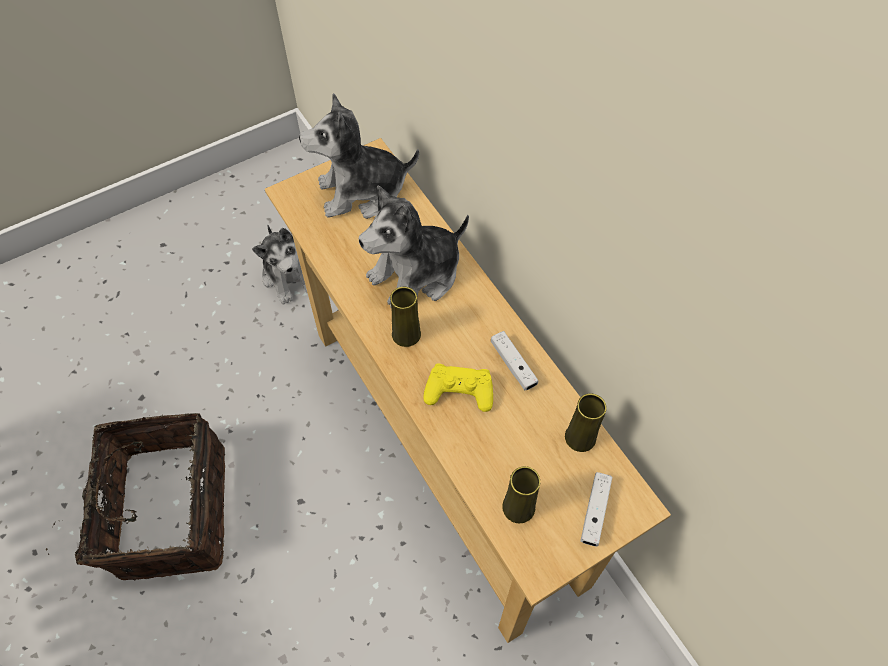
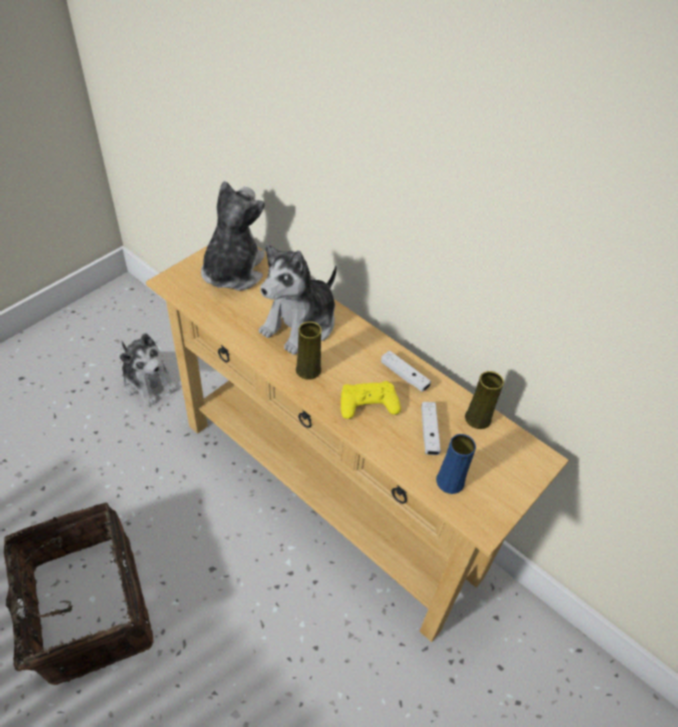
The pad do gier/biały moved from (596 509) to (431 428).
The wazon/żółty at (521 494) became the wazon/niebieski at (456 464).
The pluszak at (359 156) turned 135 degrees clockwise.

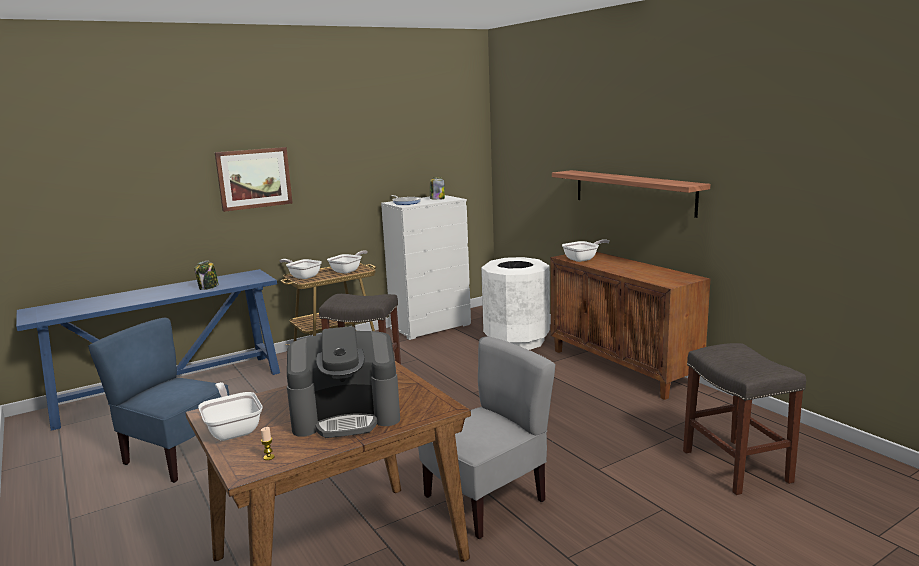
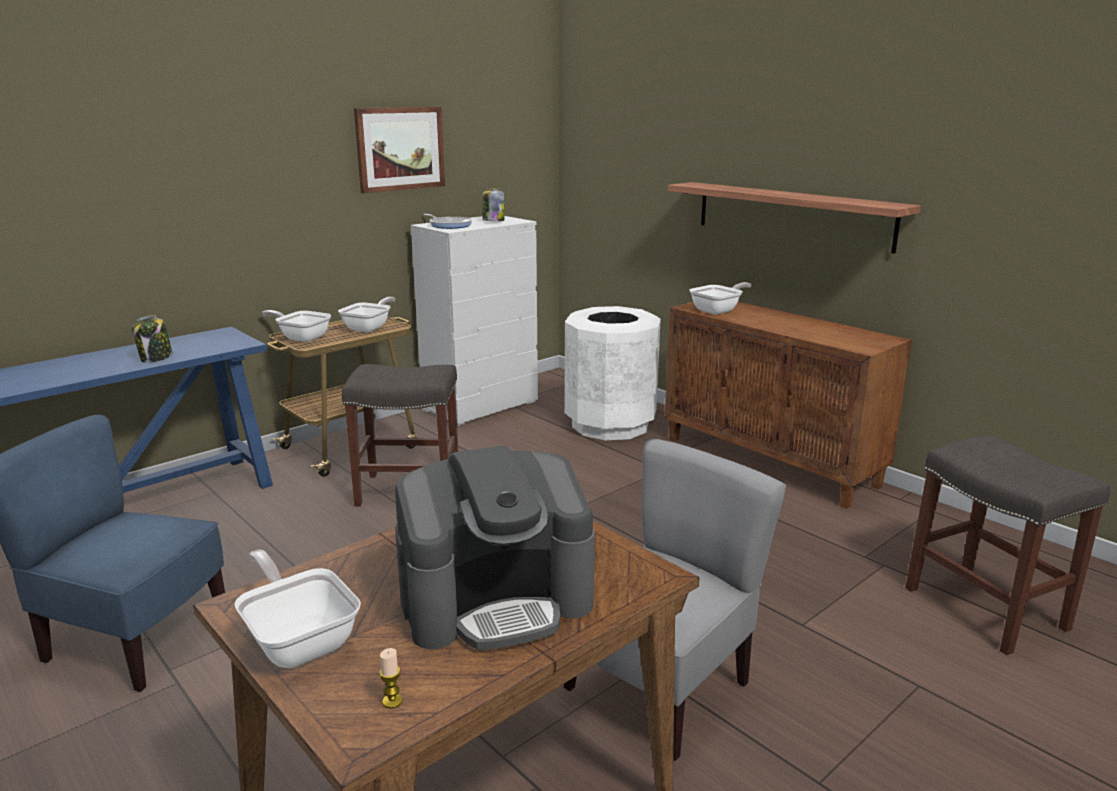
The obraz moved from (254 179) to (399 150).

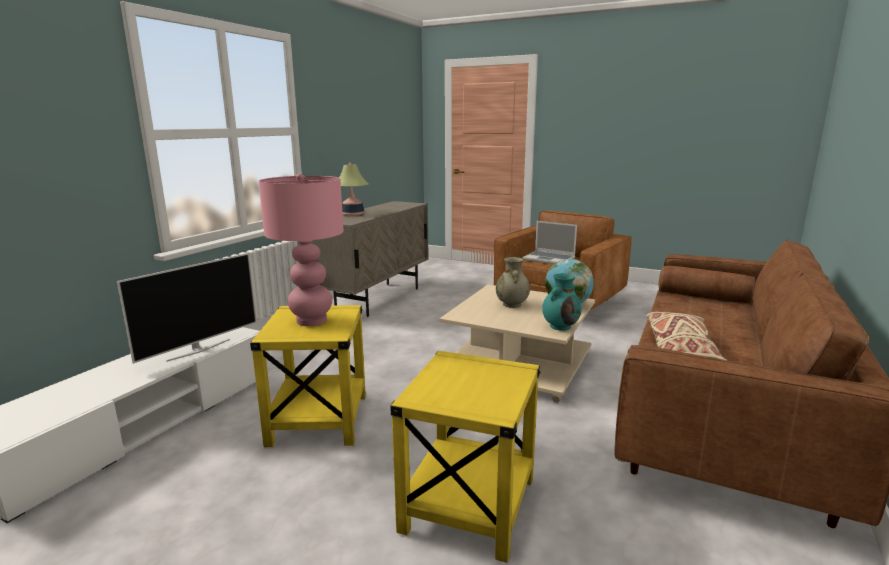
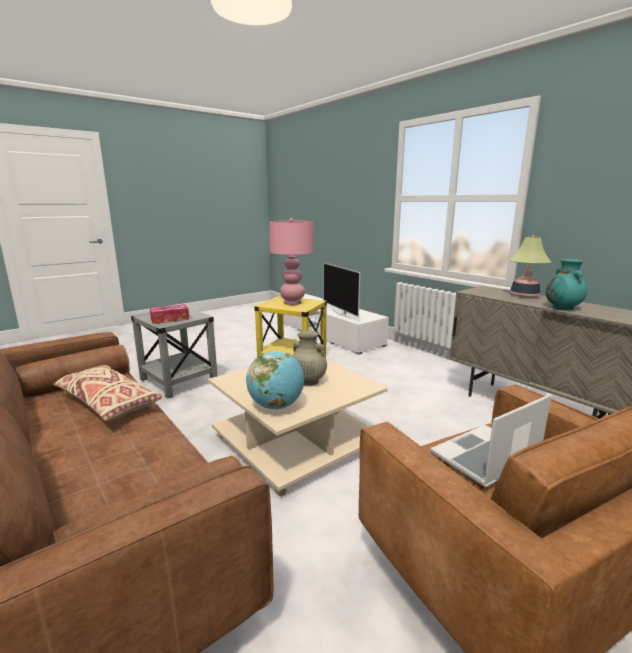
The pudełko chusteczek at (169 314) appeared.
The wazon/turkusowy moved from (562 302) to (566 285).
The stolik/żółty at (465 457) became the stolik/szary at (174 353).

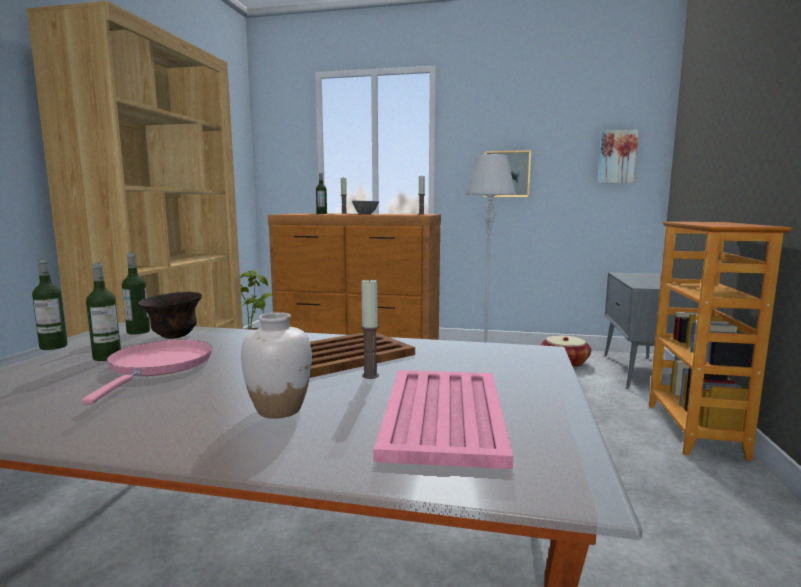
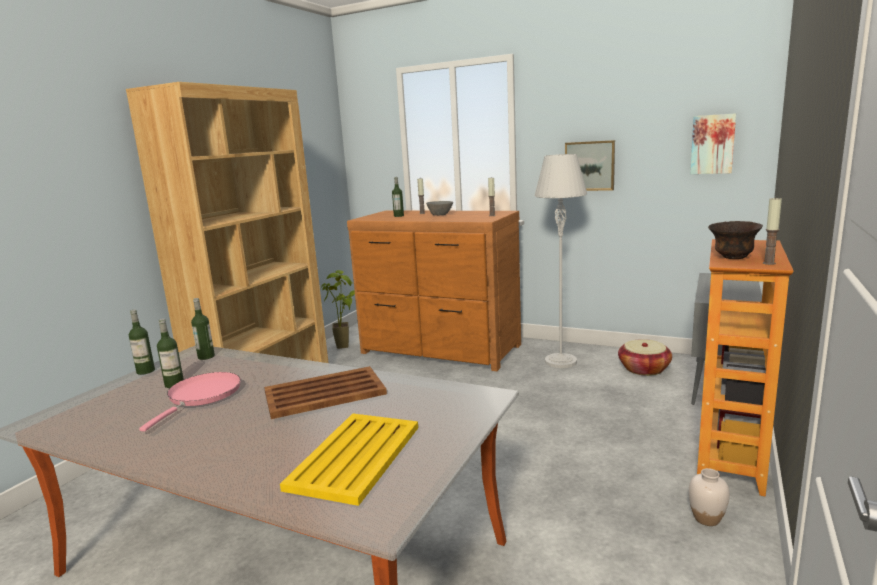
The miska/brązowy moved from (170 315) to (735 240).
The wazon/biały moved from (276 365) to (709 497).
The świeca moved from (370 328) to (772 231).
The taca/różowy at (443 419) became the taca/żółty at (349 459).

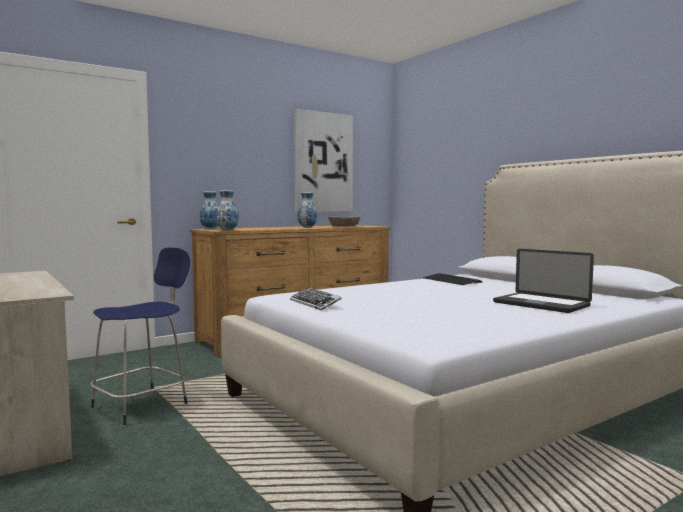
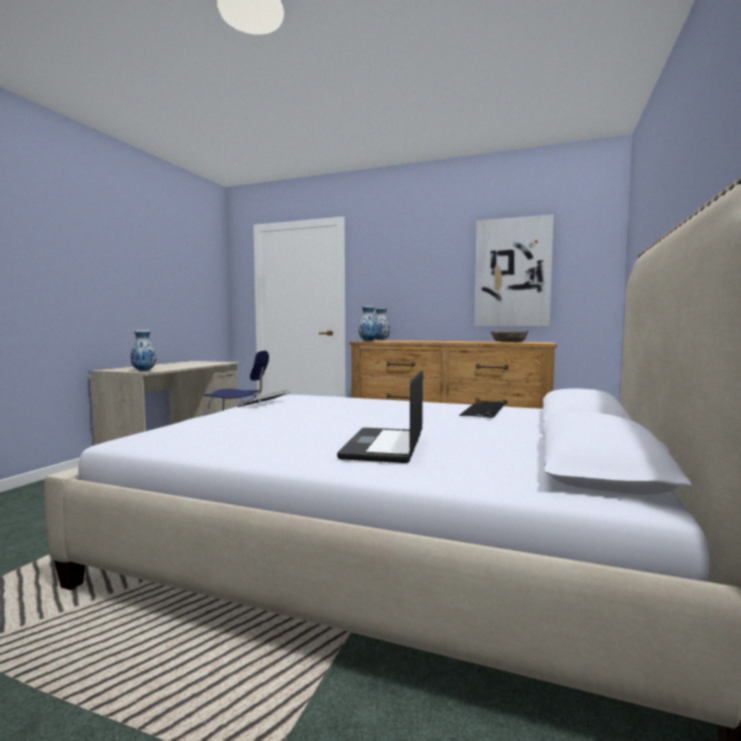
The wazon moved from (307 210) to (143 350).

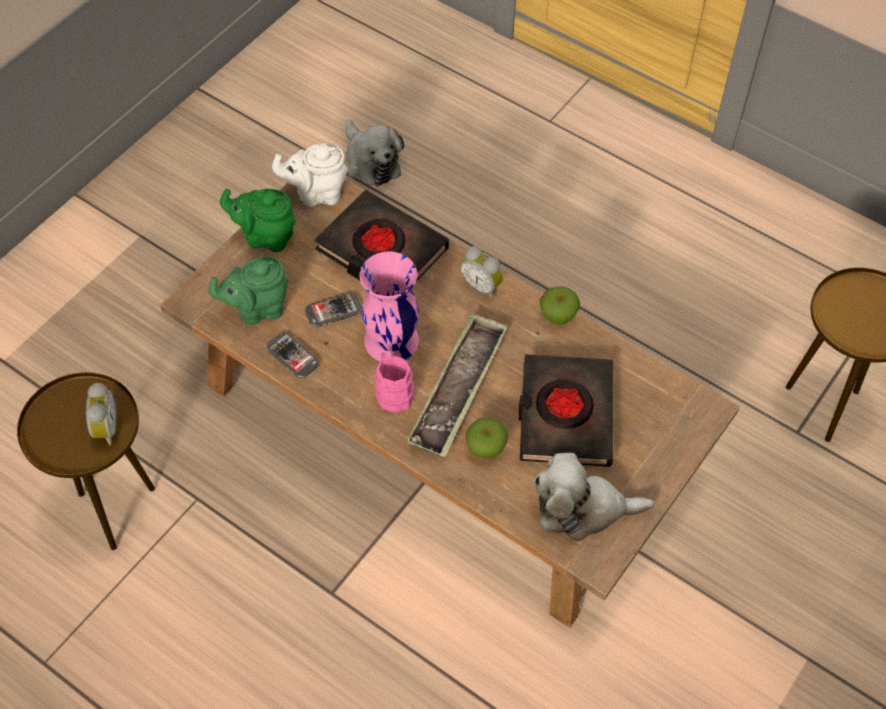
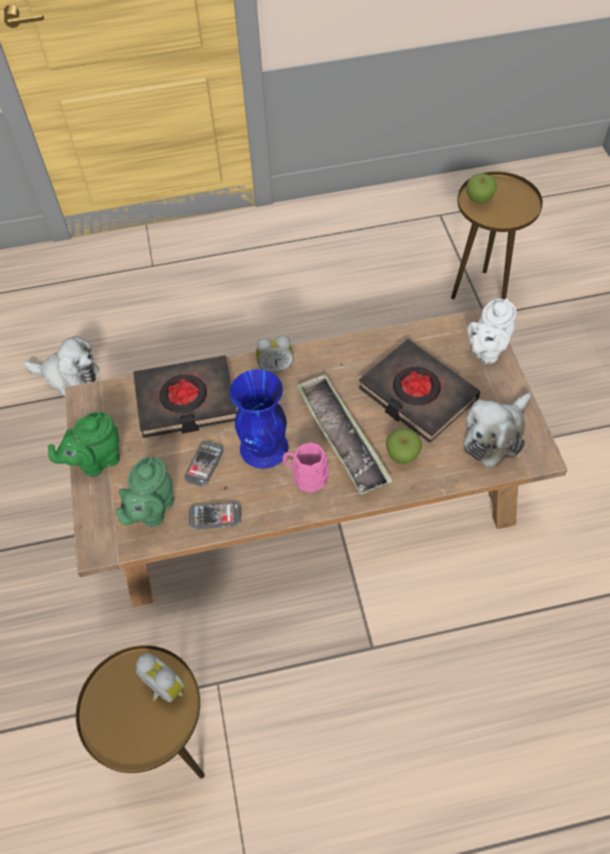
The imbryk/biały moved from (310 175) to (492 331).
The jabłko moved from (560 305) to (482 189).
The wazon/różowy at (389 306) became the wazon/niebieski at (259 419).

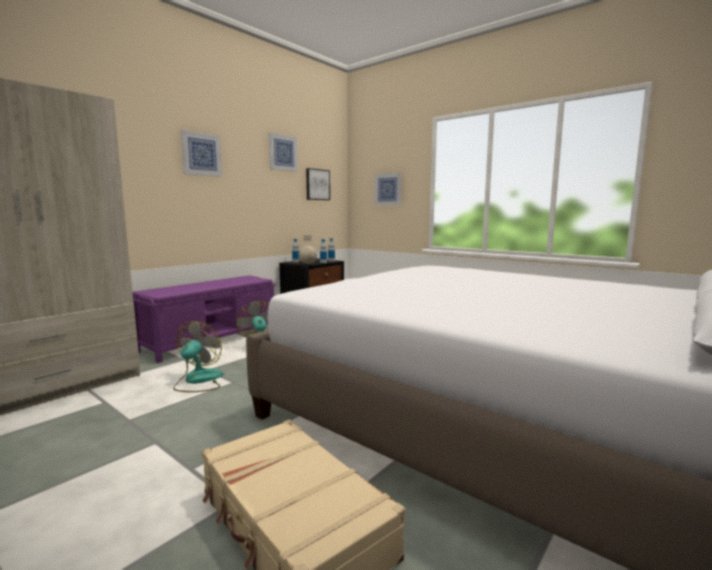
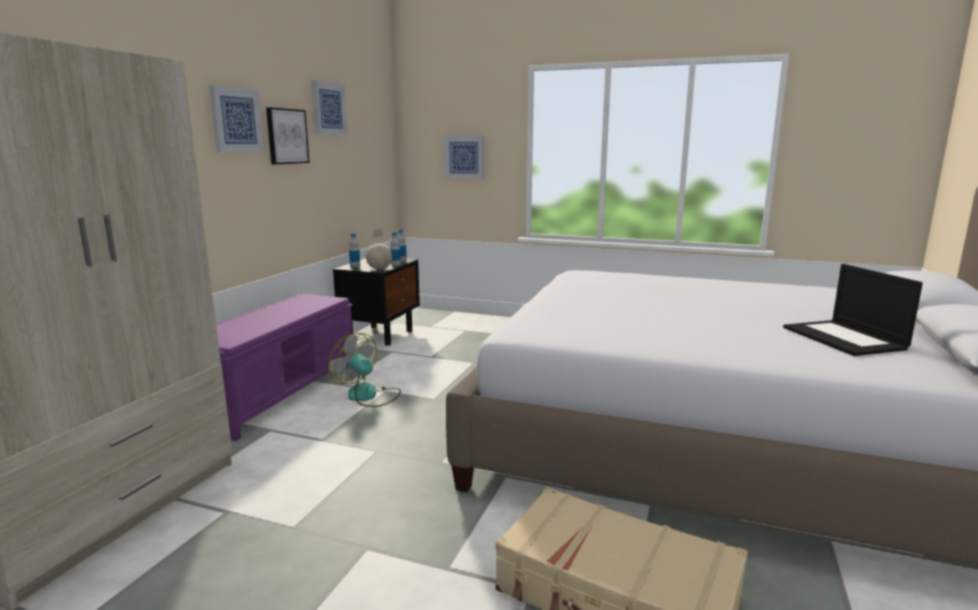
The wentylator at (198 356) disappeared.
The laptop at (853 310) appeared.
The obraz moved from (318 184) to (288 135).

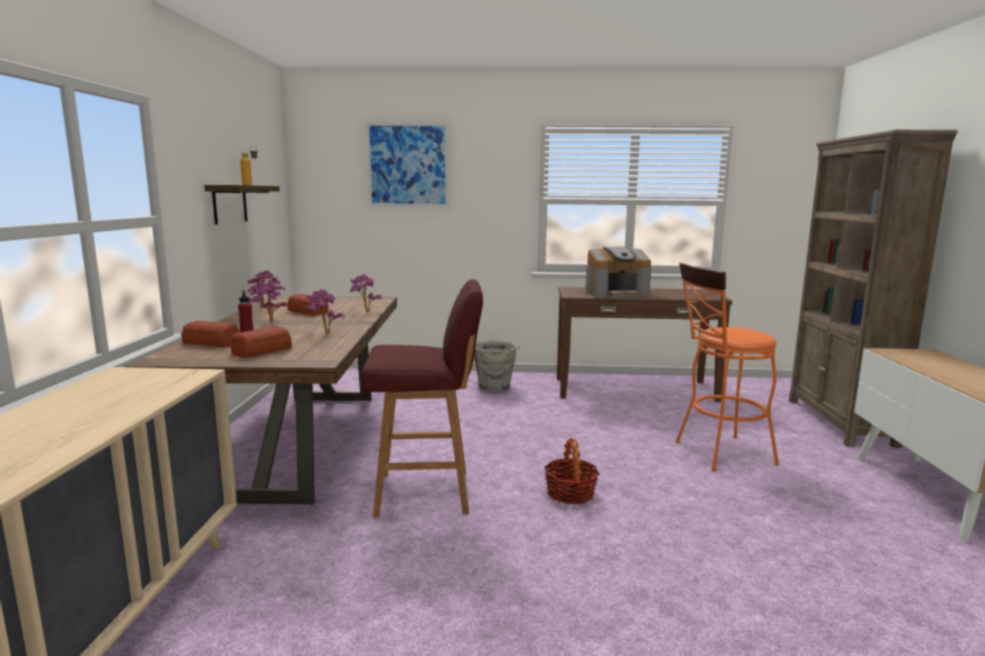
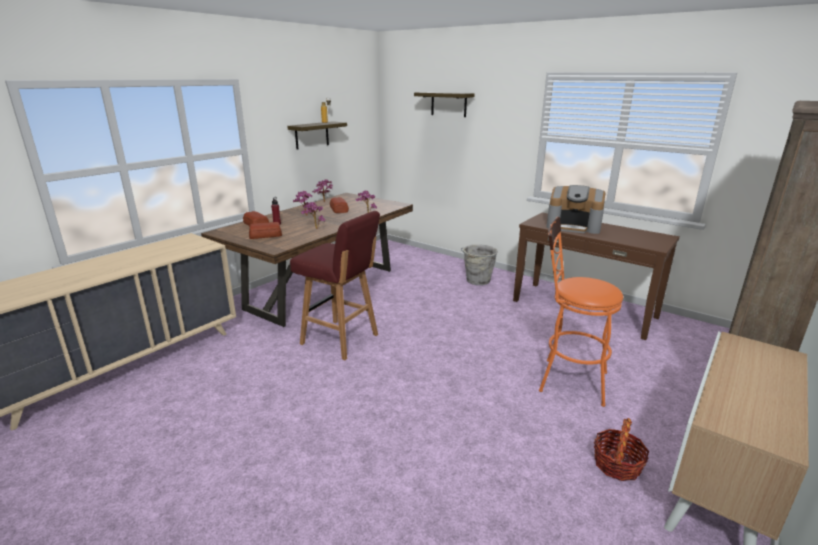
The koszyk moved from (572 471) to (621 449).
The obraz at (407 164) was replaced by the półka at (444 104).

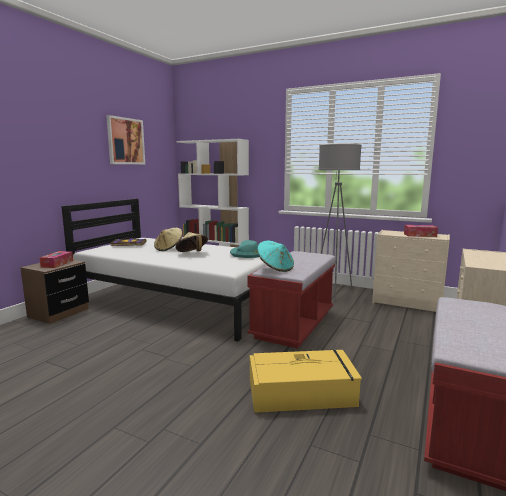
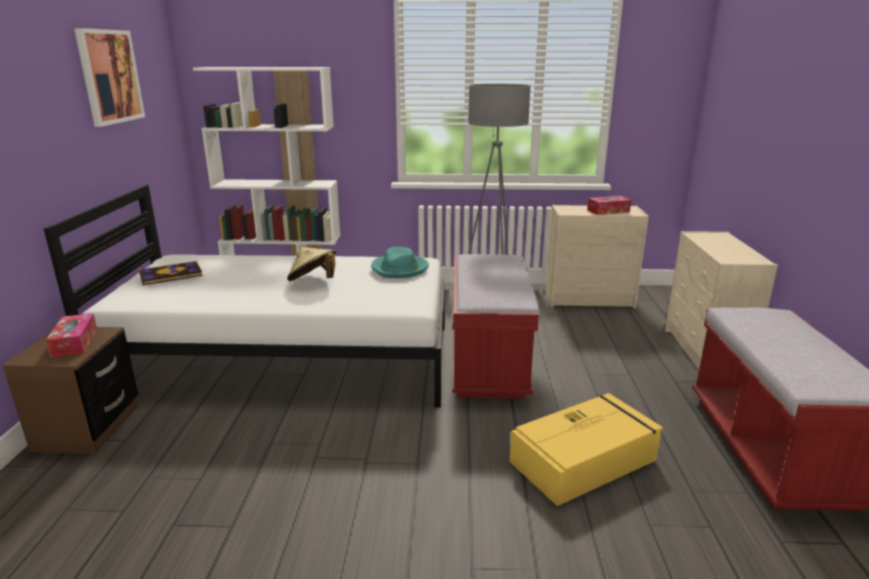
The kapelusz/beżowy at (168 239) disappeared.
The kapelusz/turkusowy at (275 256) disappeared.

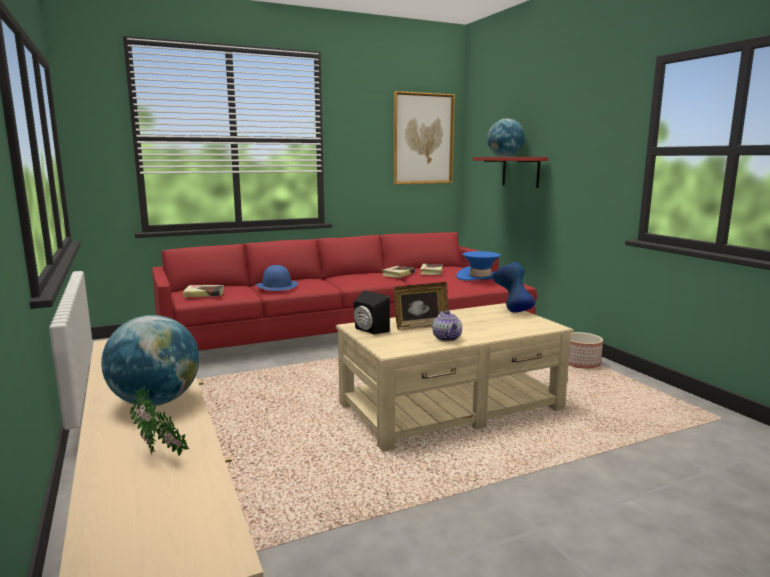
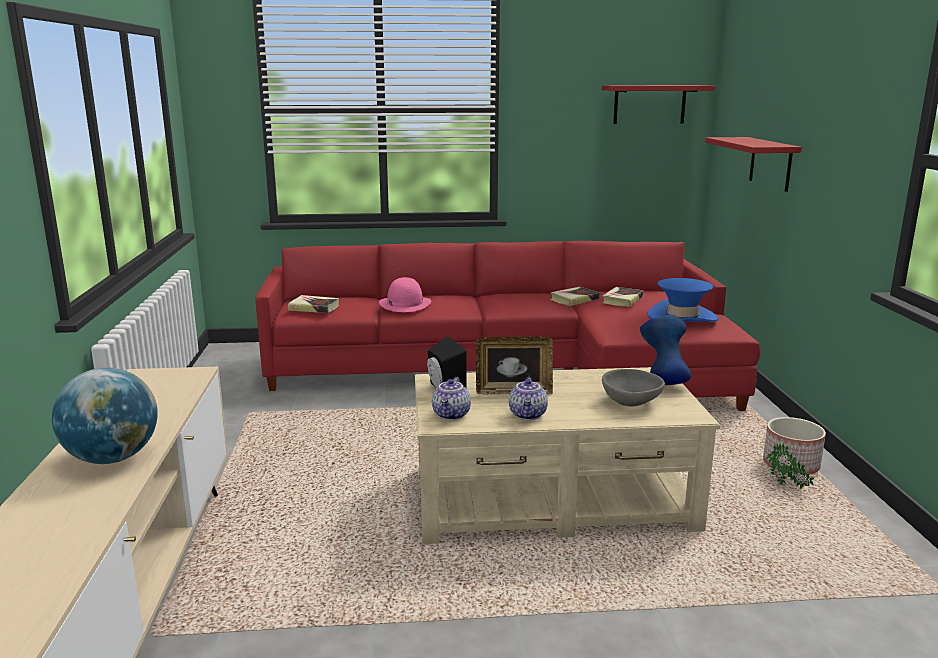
The globus at (506 138) disappeared.
The imbryk at (451 398) appeared.
The miska/szary at (633 387) appeared.
The roślina doniczkowa moved from (159 421) to (790 466).
The obraz at (424 137) was replaced by the półka/czerwony at (658 104).
The kapelusz/niebieski at (277 278) became the kapelusz/różowy at (405 294).

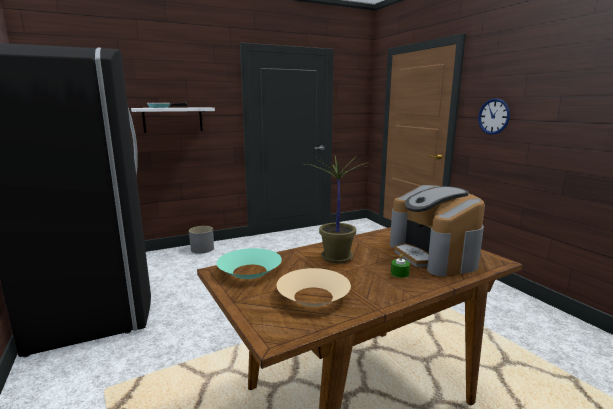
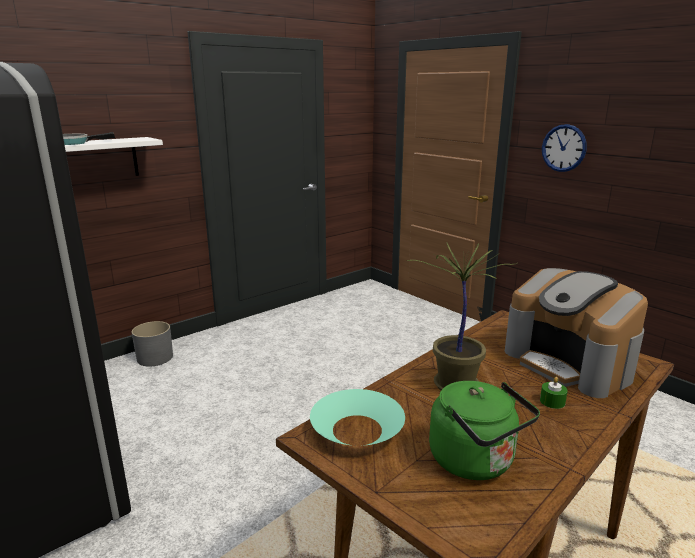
The miska/beżowy at (314 287) was replaced by the czajnik/zielony at (484 430).

